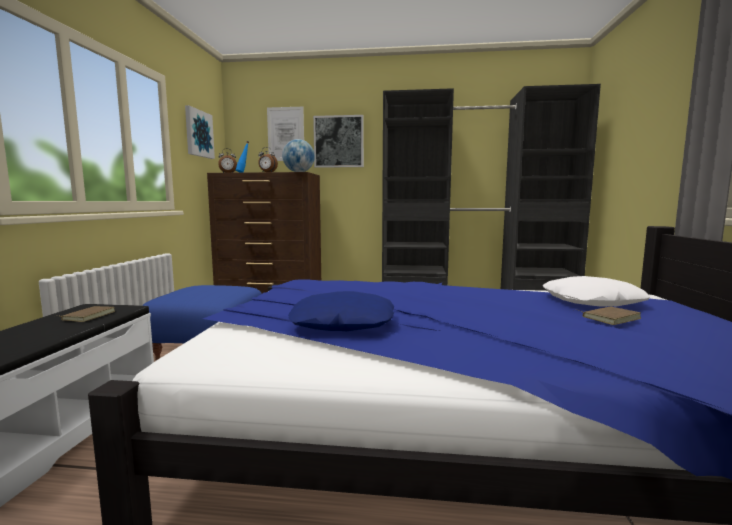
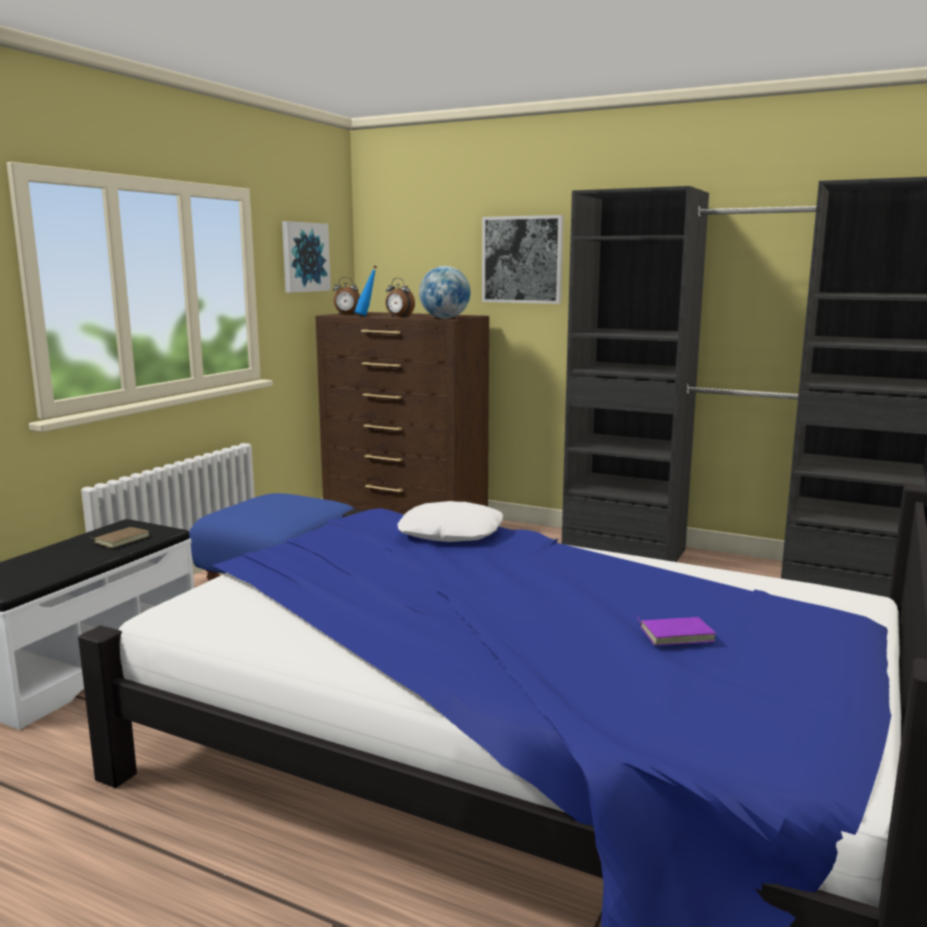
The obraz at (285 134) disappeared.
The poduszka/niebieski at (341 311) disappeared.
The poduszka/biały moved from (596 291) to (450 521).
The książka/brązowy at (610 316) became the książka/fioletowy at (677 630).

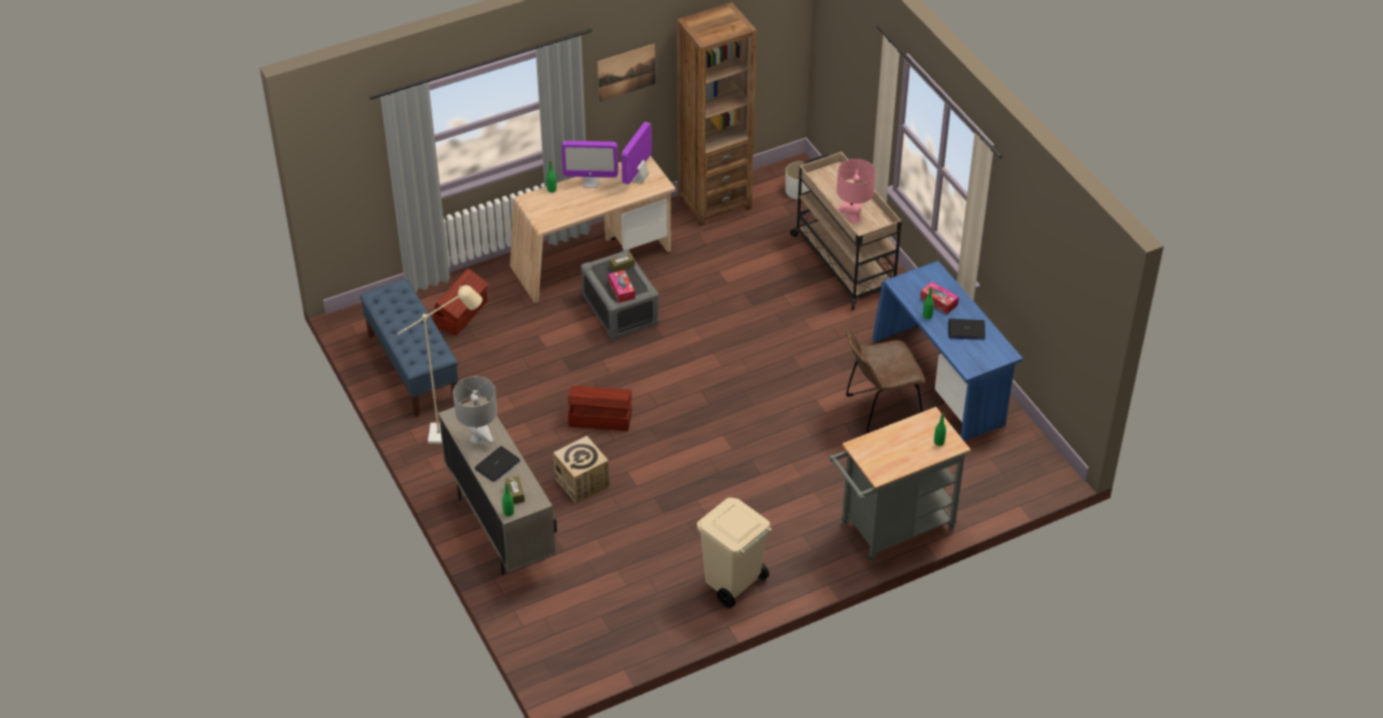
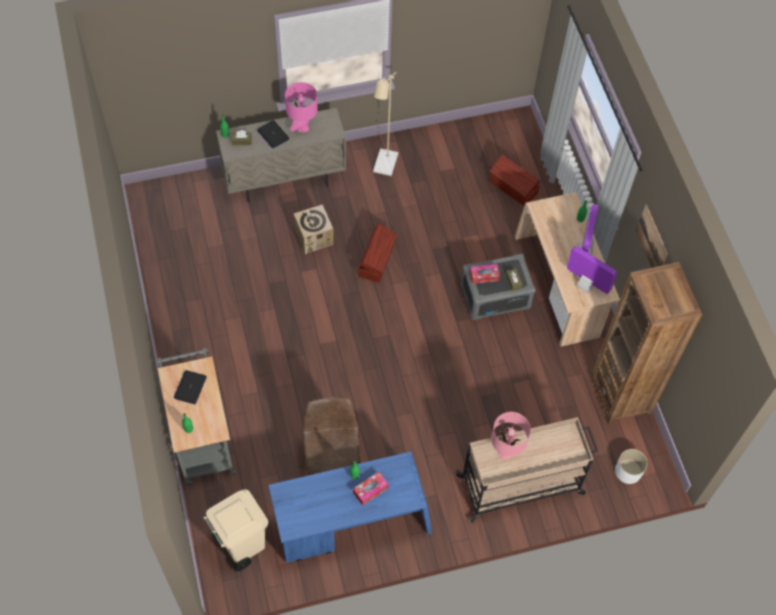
The ławka/niebieski at (409 348) disappeared.
The kosz na śmieci/beżowy moved from (734 553) to (236 530).
The laptop moved from (966 329) to (190 387).
The lampa stołowa/szary at (475 410) became the lampa stołowa/różowy at (301 107).

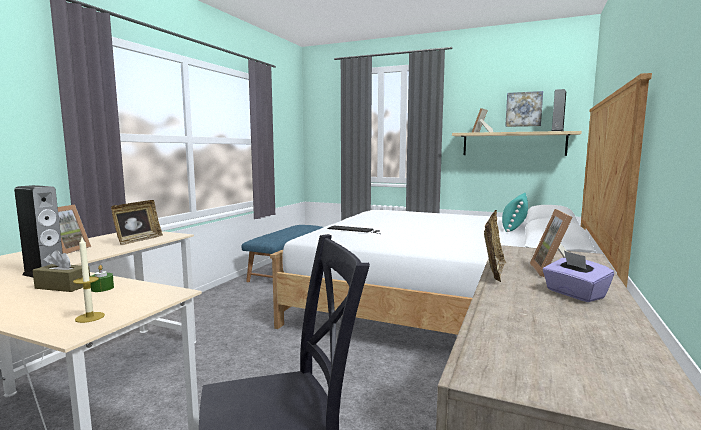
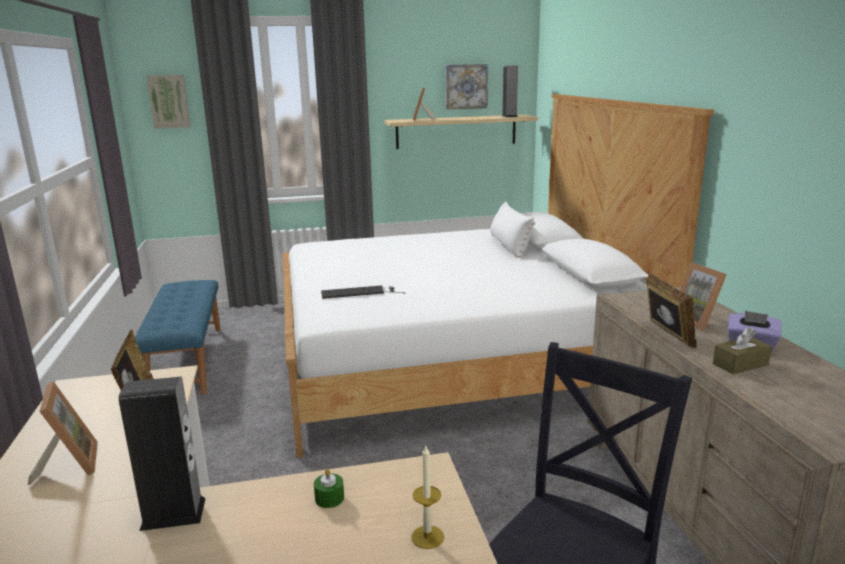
The obraz at (168 102) appeared.
The pudełko chusteczek/brązowy moved from (61 271) to (742 350).
The poduszka/turkusowy at (515 212) became the poduszka/biały at (512 229).

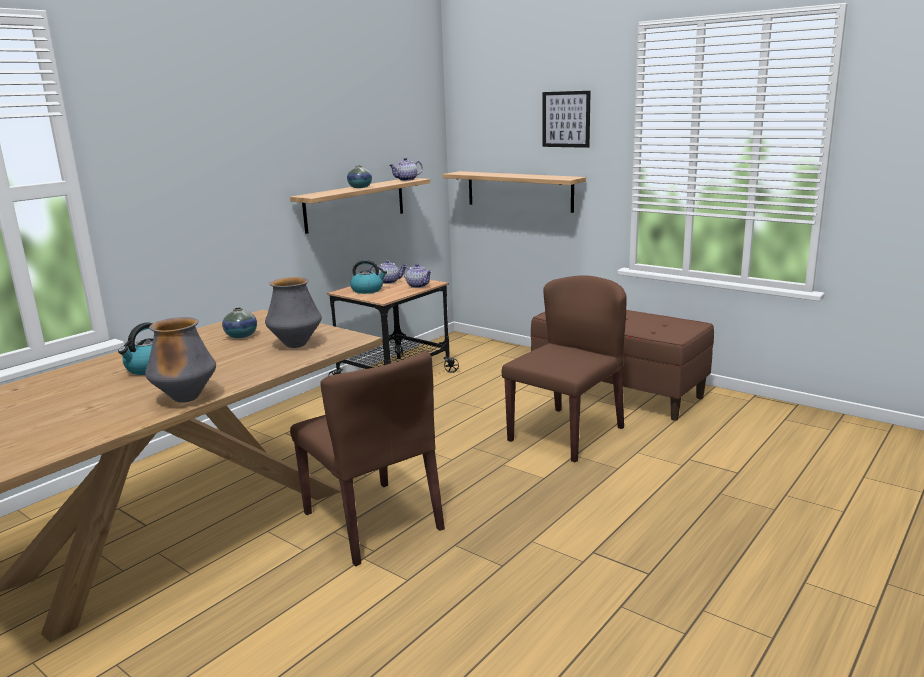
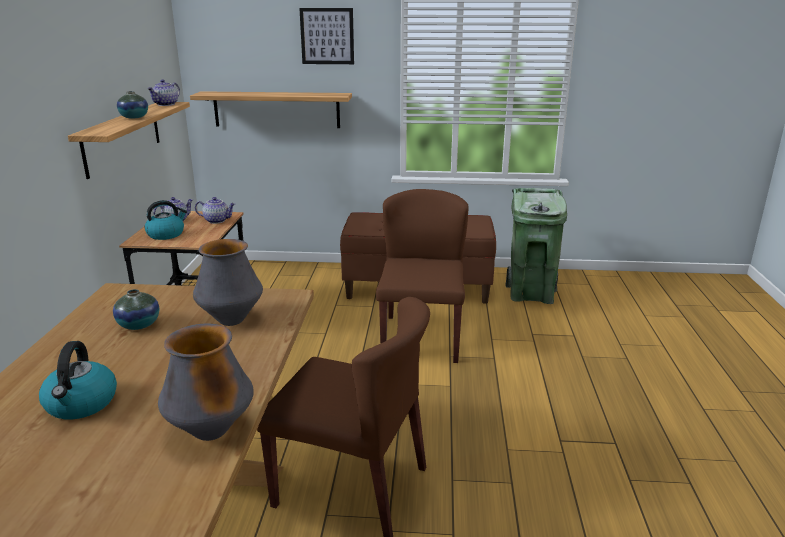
The kosz na śmieci/zielony at (536 246) appeared.

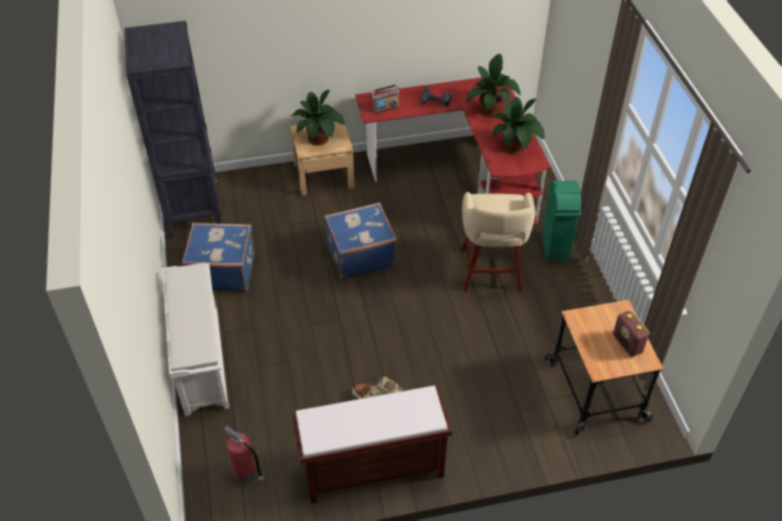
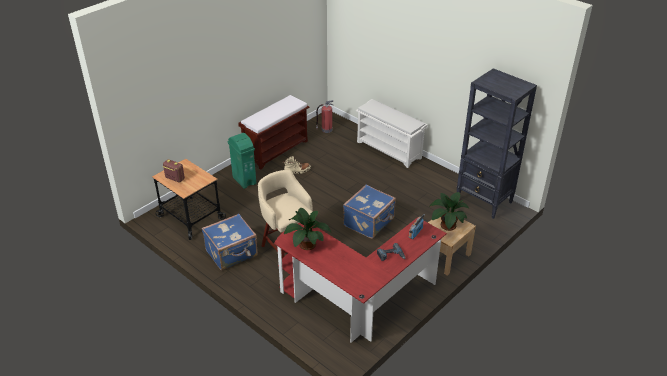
The roślina doniczkowa at (493 85) disappeared.
The walizka/niebieski moved from (218 257) to (230 241).
The kosz na śmieci/zielony moved from (561 221) to (242 161).

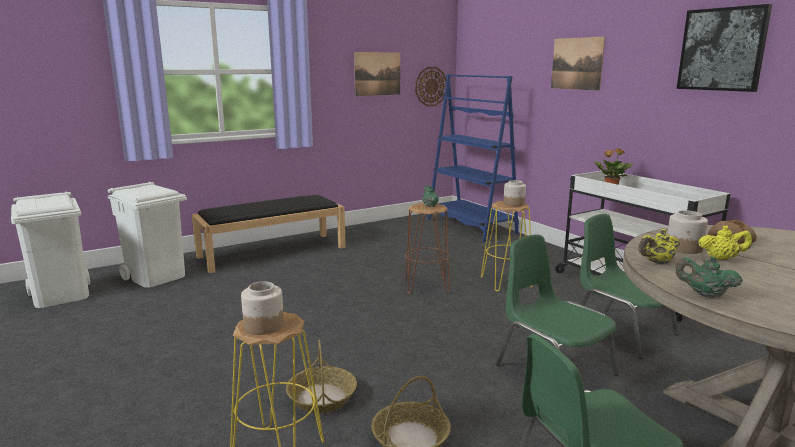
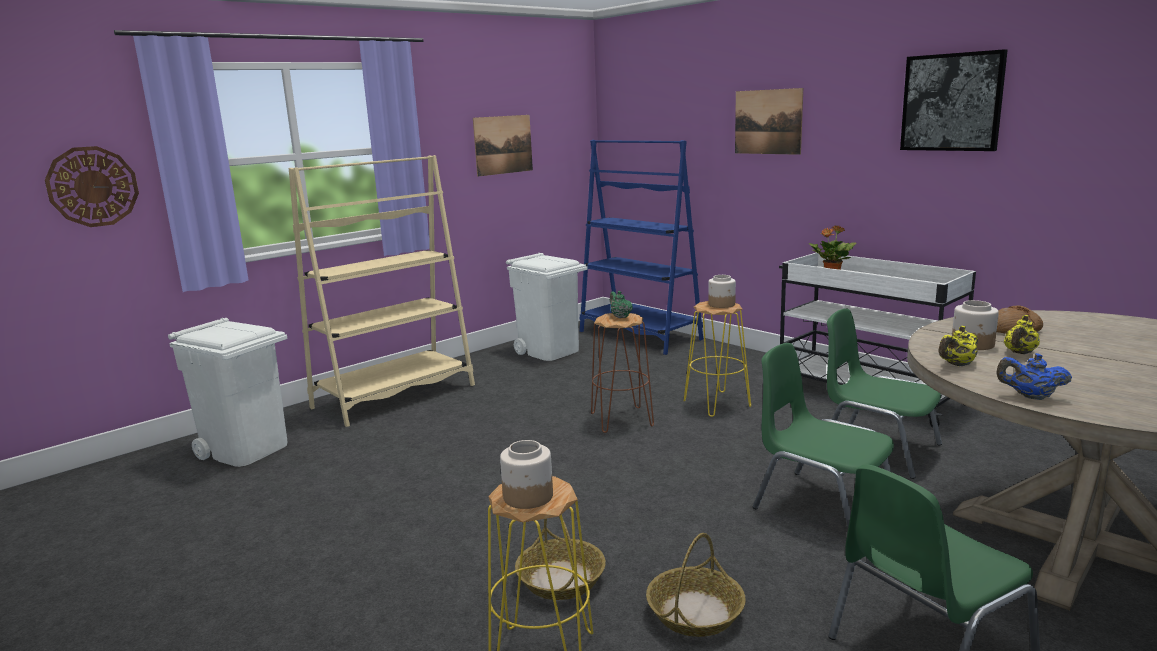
The kosz na śmieci/biały moved from (50 250) to (547 307).
The zegar ścienny moved from (431 87) to (92 186).
The ławka/czarny at (269 234) was replaced by the regał/beżowy at (382 291).
The imbryk/zielony at (709 277) became the imbryk/niebieski at (1034 376).
The imbryk/żółty at (725 243) turned 135 degrees clockwise.

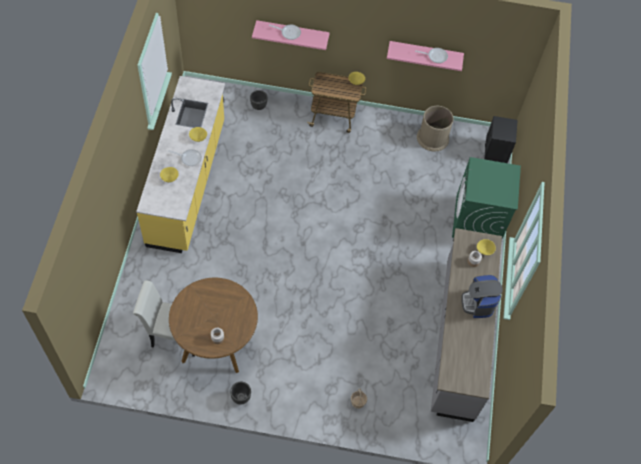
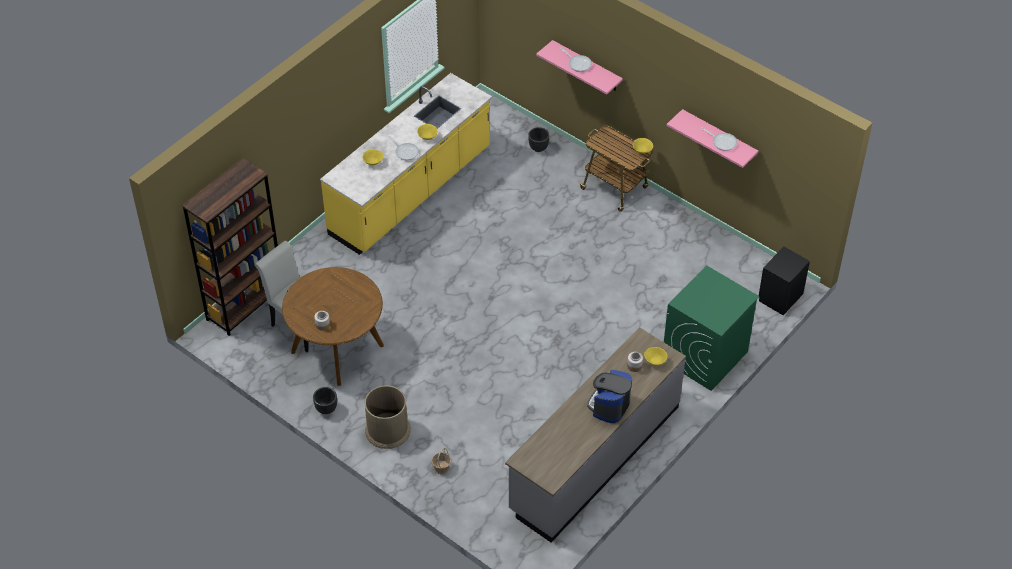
The regał/brązowy at (230 247) appeared.
The kosz na śmieci/brązowy moved from (435 129) to (388 417).

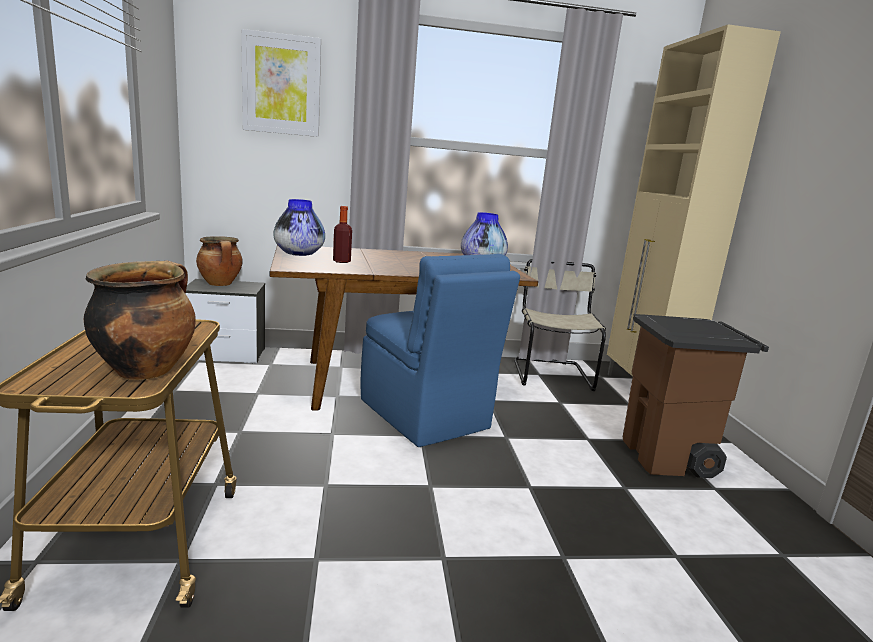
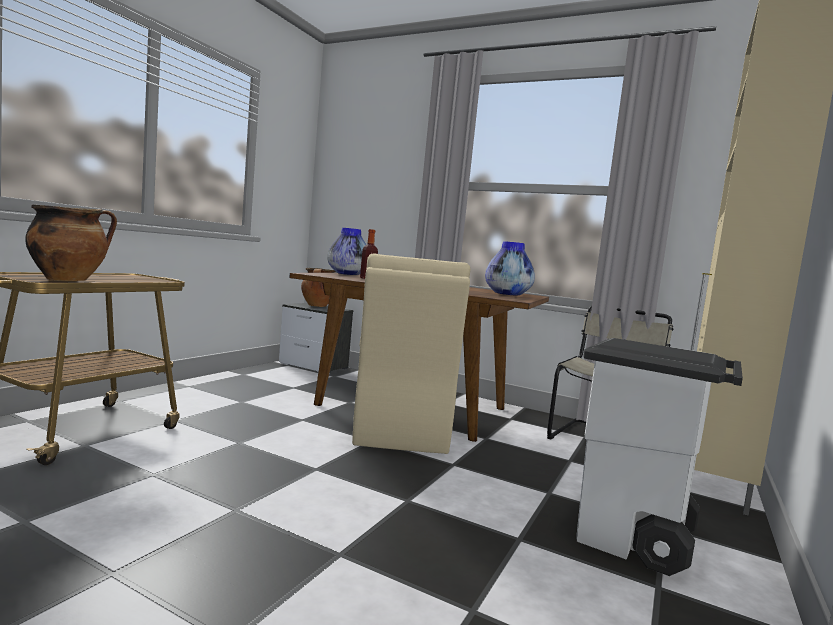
The obraz at (281 83) disappeared.
The krzesło/niebieski at (440 350) became the krzesło/beżowy at (411 354).
The kosz na śmieci/brązowy at (696 396) became the kosz na śmieci/biały at (659 457).

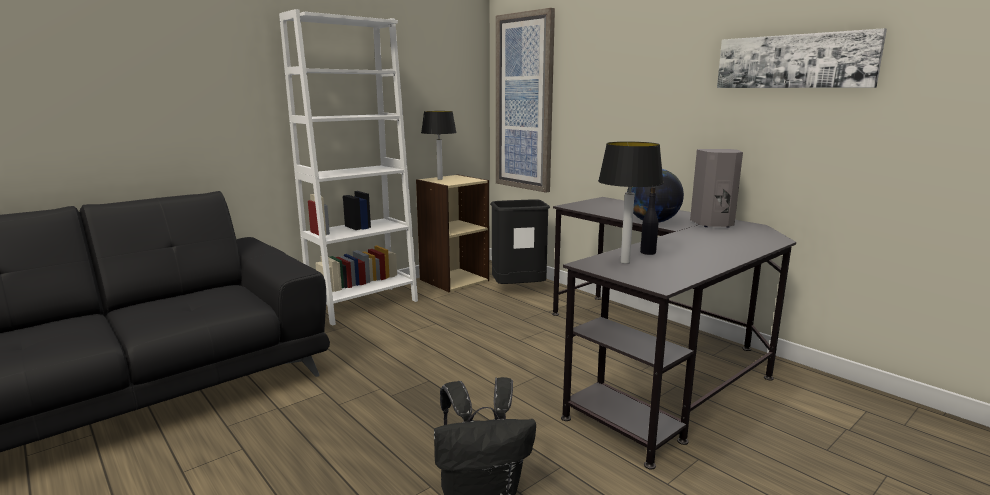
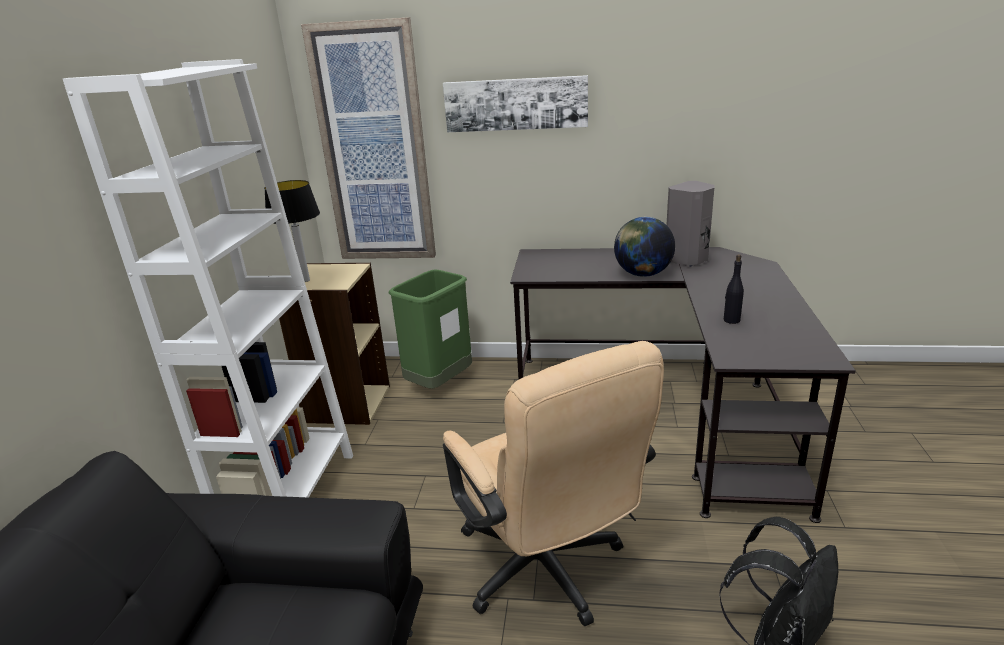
The lampa stołowa at (631 203) disappeared.
The krzesło biurowe/beżowy at (553 484) appeared.
The obraz moved from (802 58) to (515 103).
The kosz na śmieci/czarny at (520 241) became the kosz na śmieci/zielony at (430 329).

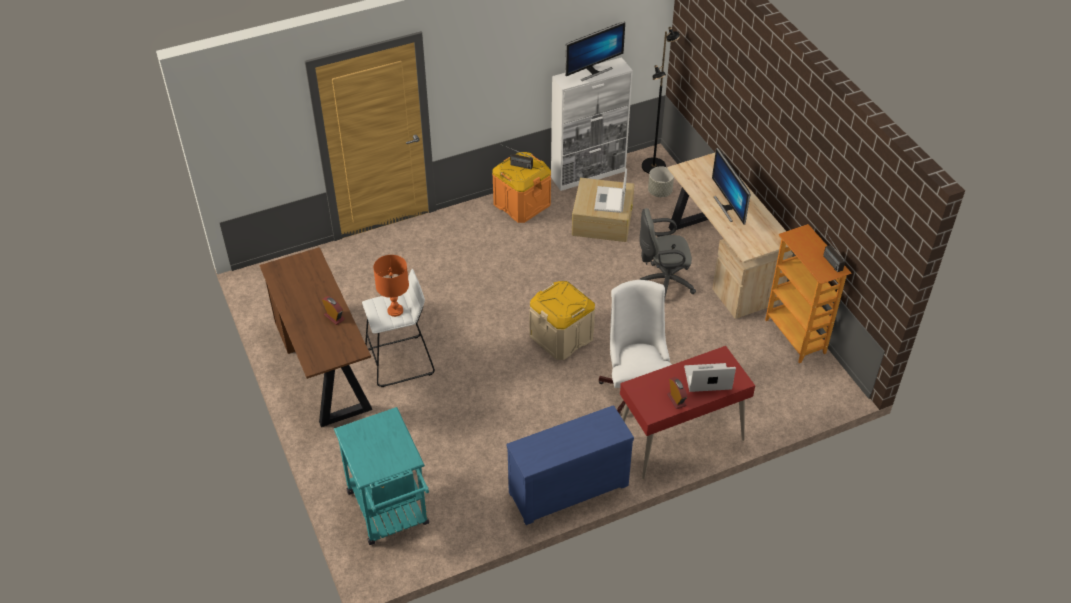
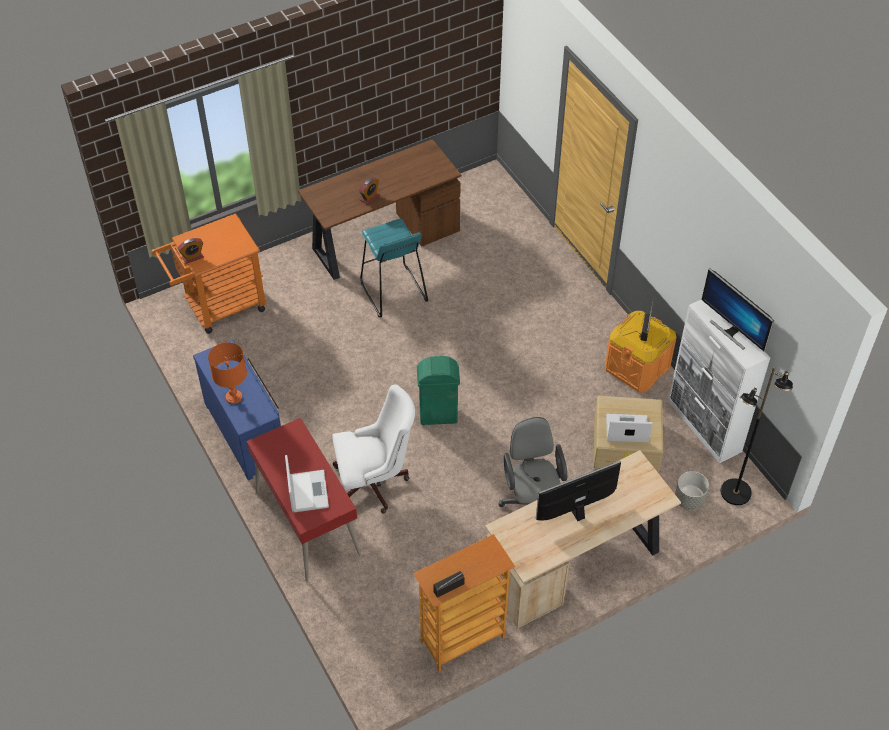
The lampa stołowa/pomarańczowy moved from (391 286) to (227 373).
The budzik moved from (677 393) to (191 251).
The pojemnik do przechowywania/beżowy at (562 320) was replaced by the kosz na śmieci/zielony at (438 390).
The wózek/turkusowy at (381 476) became the wózek/pomarańczowy at (209 273).
The stołek/biały at (398 328) became the stołek/turkusowy at (394 268).

